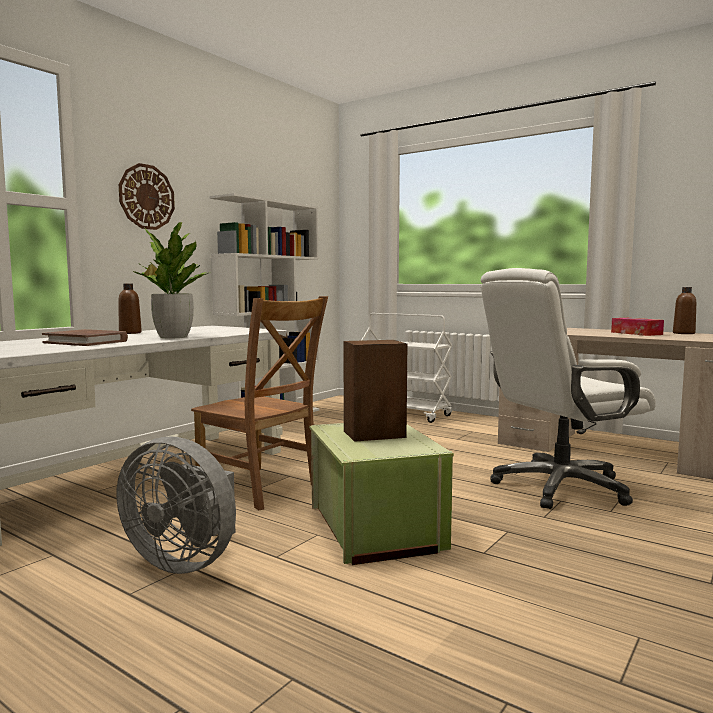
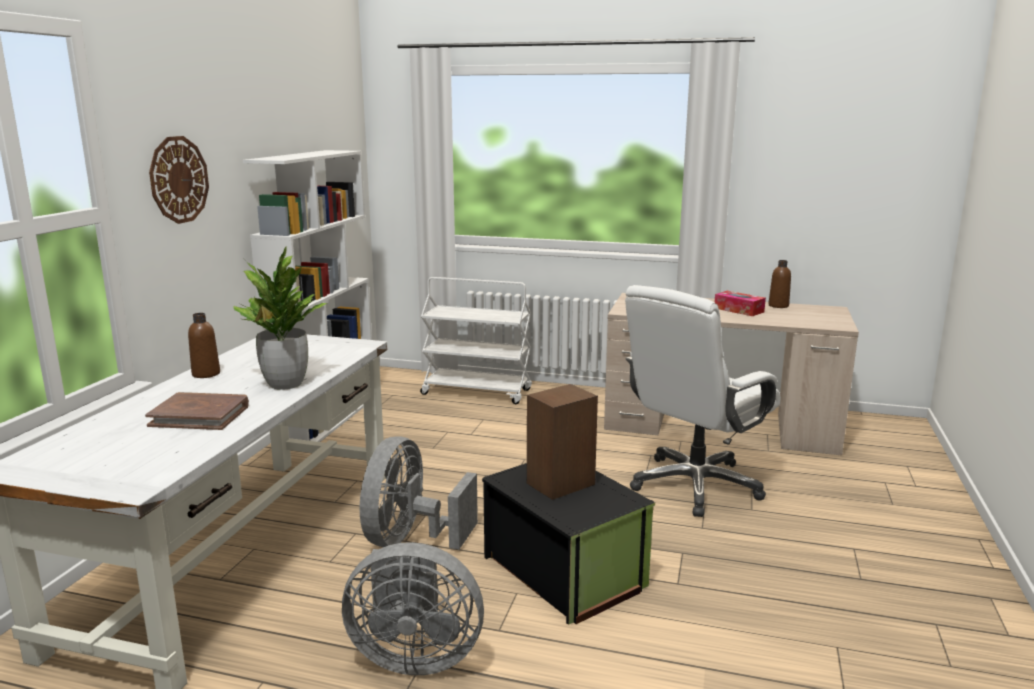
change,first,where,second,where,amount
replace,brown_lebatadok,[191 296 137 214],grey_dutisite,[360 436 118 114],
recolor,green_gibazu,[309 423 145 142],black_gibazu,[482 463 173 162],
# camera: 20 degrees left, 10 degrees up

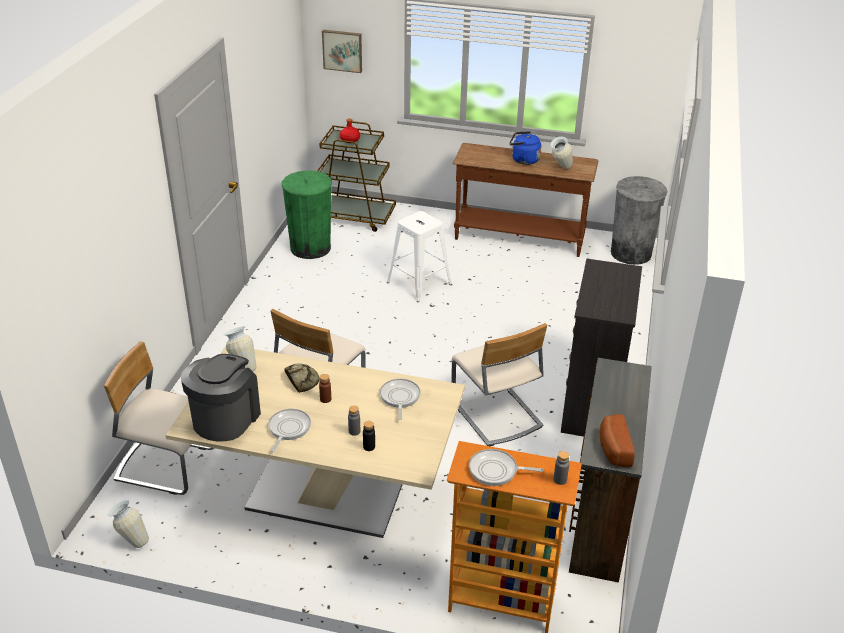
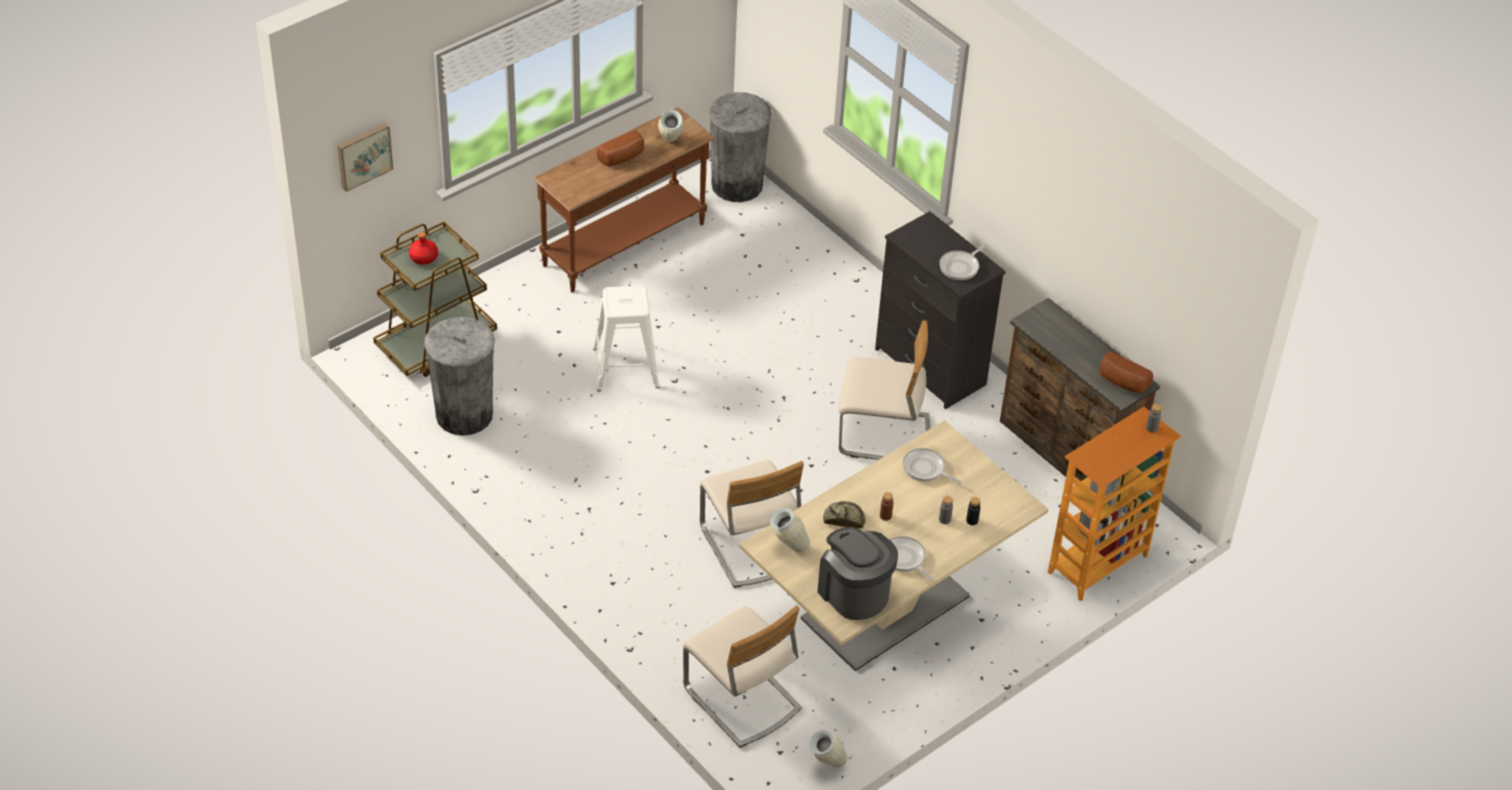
change,first,where,second,where,amount
move,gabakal,[469 449 75 37],,[939 243 49 37],
replace,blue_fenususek,[509 131 32 34],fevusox,[597 130 47 36],
recolor,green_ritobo,[282 170 50 89],grey_ritobo,[424 317 71 119],
rotate,beige_lebatadok,[104 341 110 154],,[683 605 119 143],90 degrees counterclockwise
# camera: 55 degrees left, 10 degrees up

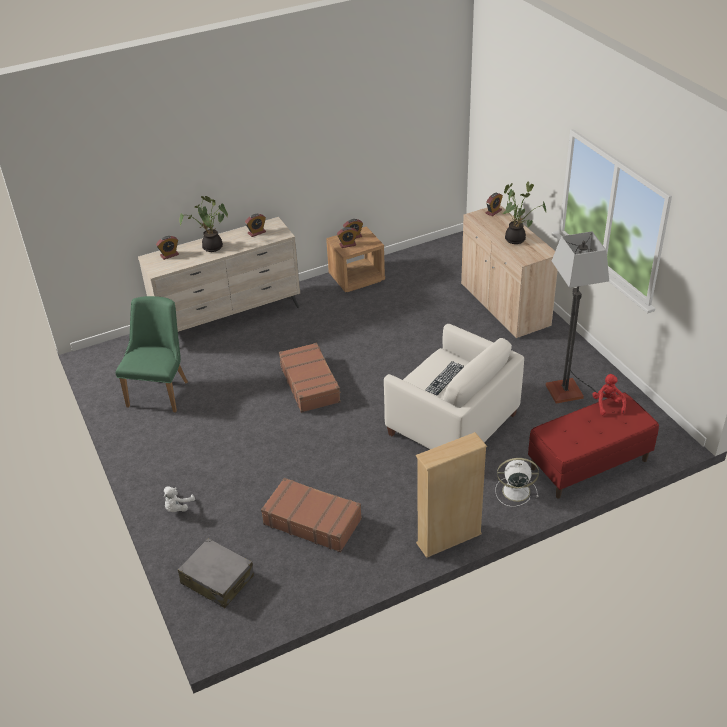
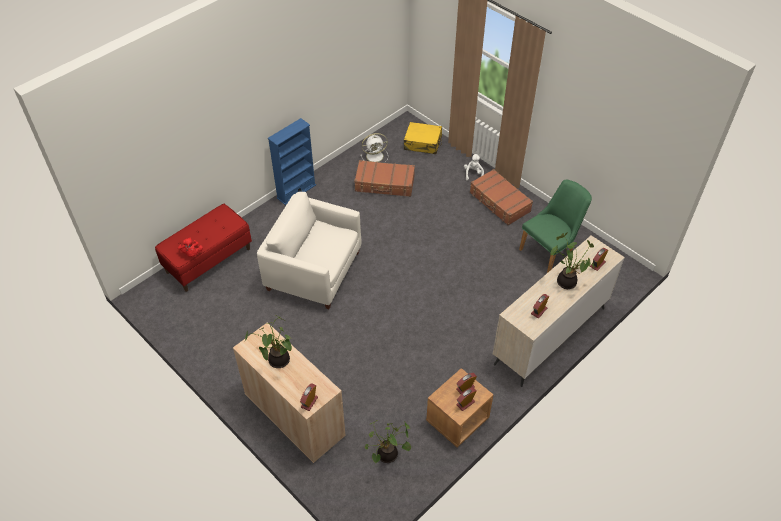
change,first,where,second,where,amount
delete,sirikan,[425 361 39 34],,,
delete,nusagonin,[546 231 63 173],,,
insert,,,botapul,[365 420 46 44],
move,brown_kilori,[279 343 62 70],,[470 169 63 56],
move,white_dutisite,[495 458 44 49],,[361 133 27 30],
recolor,grey_kilori,[178 538 76 70],yellow_kilori,[404 122 38 32],
recolor,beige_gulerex,[416 432 71 126],blue_gulerex,[268 118 48 87],
rotate,green_lebatadok,[115 296 73 116],,[519 180 73 93],120 degrees counterclockwise
# camera: 160 degrees right, 10 degrees up

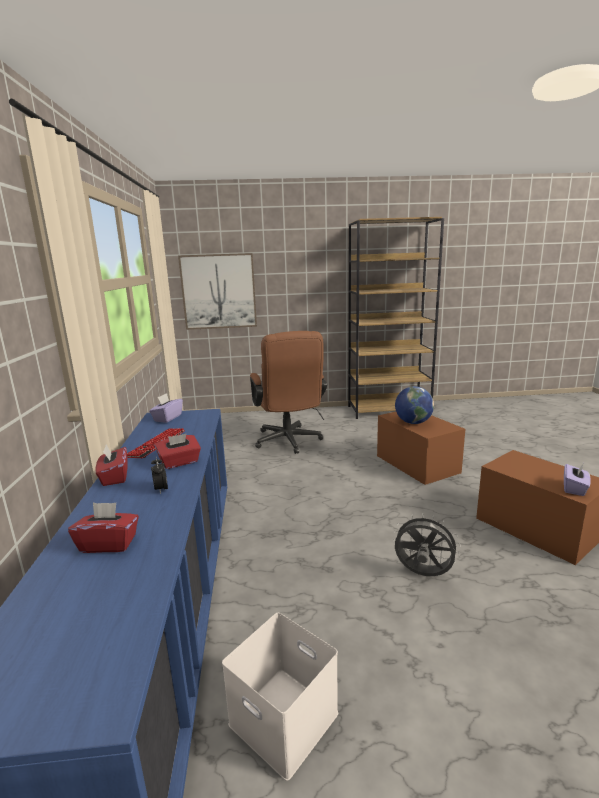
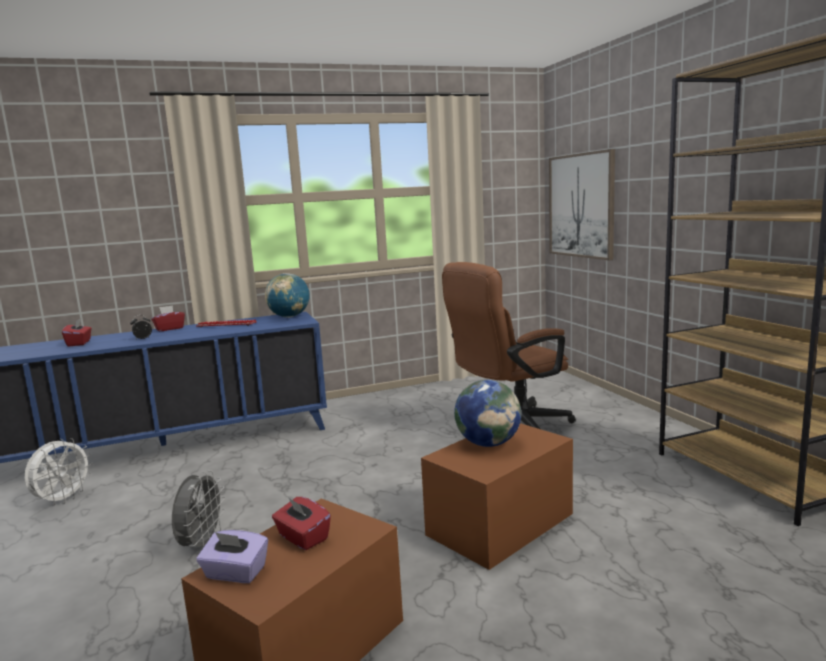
change,first,where,second,where,amount
move,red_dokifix,[155 434 46 35],,[272 497 59 53],
replace,purple_dokifix,[149 393 34 30],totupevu,[265 273 45 45],
replace,white_gibazu,[222 613 116 168],white_dutisite,[25 438 68 68],
# camera: 75 degrees right, 5 degrees down

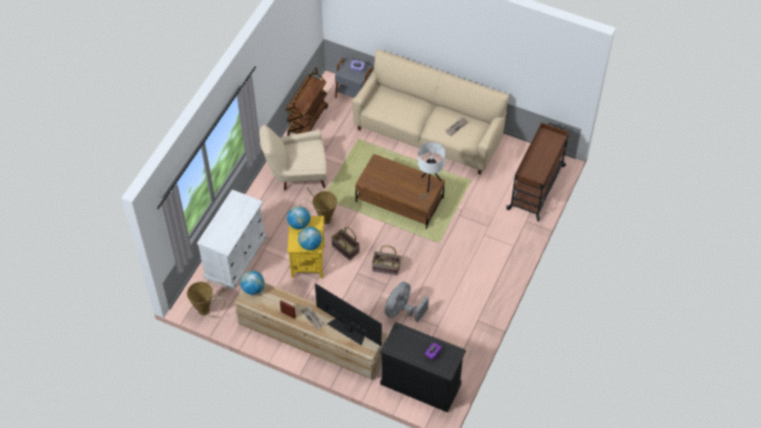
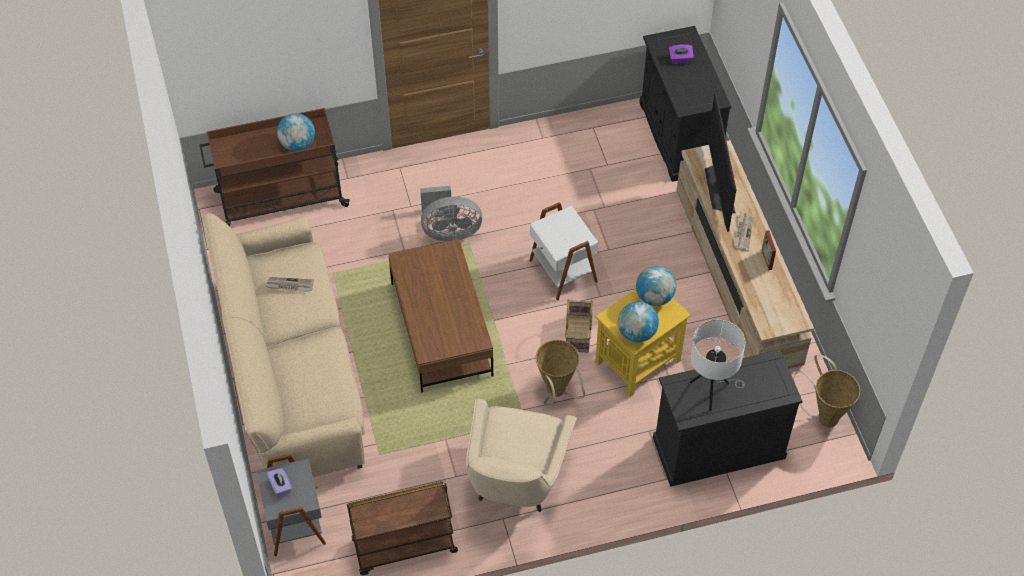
change,first,where,second,where,amount
move,totupevu,[240 271 24 24],,[277 113 38 38],
move,grey_dutisite,[385 282 44 40],,[420 186 62 55],
move,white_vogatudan,[418 142 27 56],,[690 319 55 92],
replace,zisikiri,[372 245 29 30],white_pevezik,[529 202 69 99],
recolor,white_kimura,[197 189 69 101],black_kimura,[653 350 149 137],
rotate,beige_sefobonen,[259 125 68 65],,[466 399 111 113],60 degrees clockwise
# camera: 130 degrees left, 0 degrees up

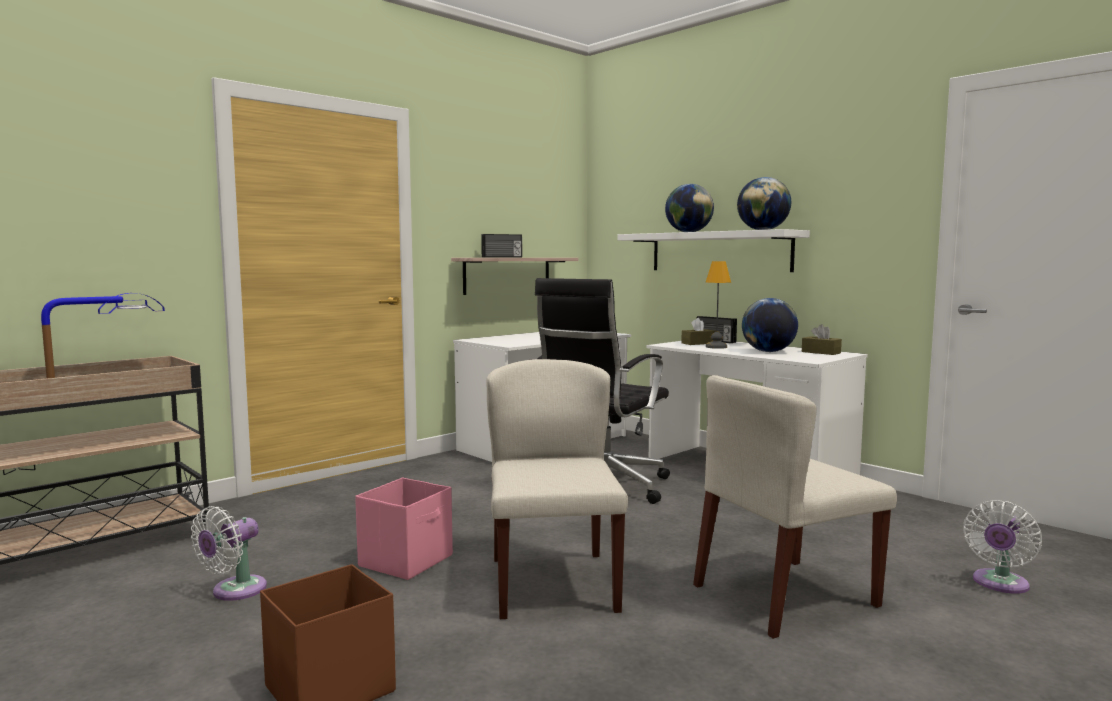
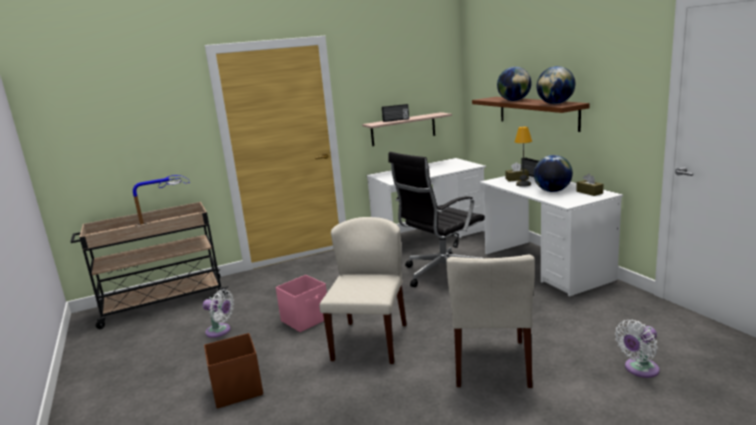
change,first,where,second,where,amount
recolor,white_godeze,[617 229 193 43],brown_godeze,[472 97 118 35],
rotate,white_dutisite,[191 506 76 95],,[203 289 31 49],120 degrees counterclockwise
rotate,beige_lebatadok,[693 375 204 264],,[446 255 89 133],75 degrees counterclockwise
# camera: 20 degrees right, 10 degrees up

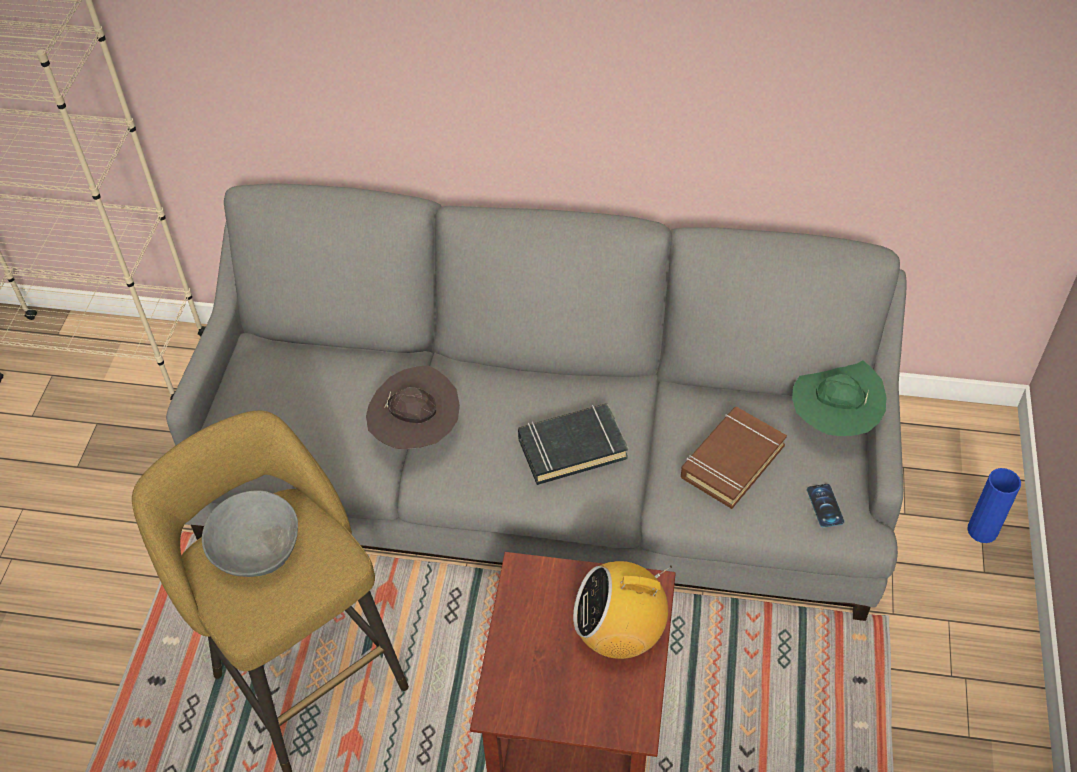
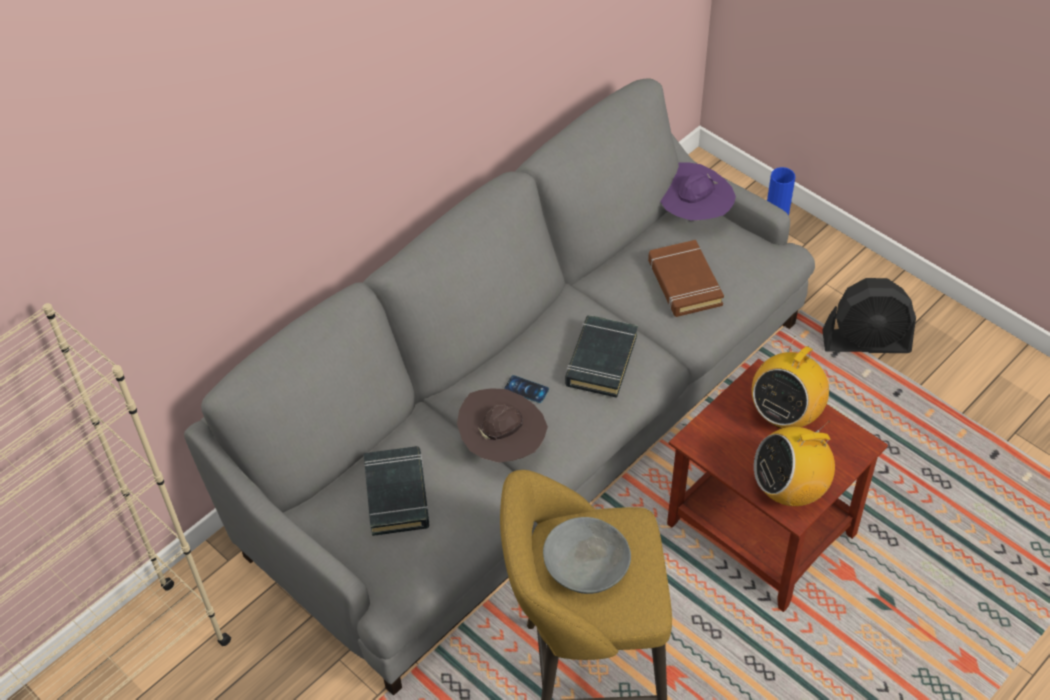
change,first,where,second,where,amount
insert,,,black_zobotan,[364 446 65 90],
insert,,,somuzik,[754 420 81 86],
insert,,,black_dutisite,[822 278 94 75],
move,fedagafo,[807 484 37 44],,[504 375 45 28],
recolor,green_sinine,[792 360 94 76],purple_sinine,[660 162 76 58],
# camera: 55 degrees left, 0 degrees up

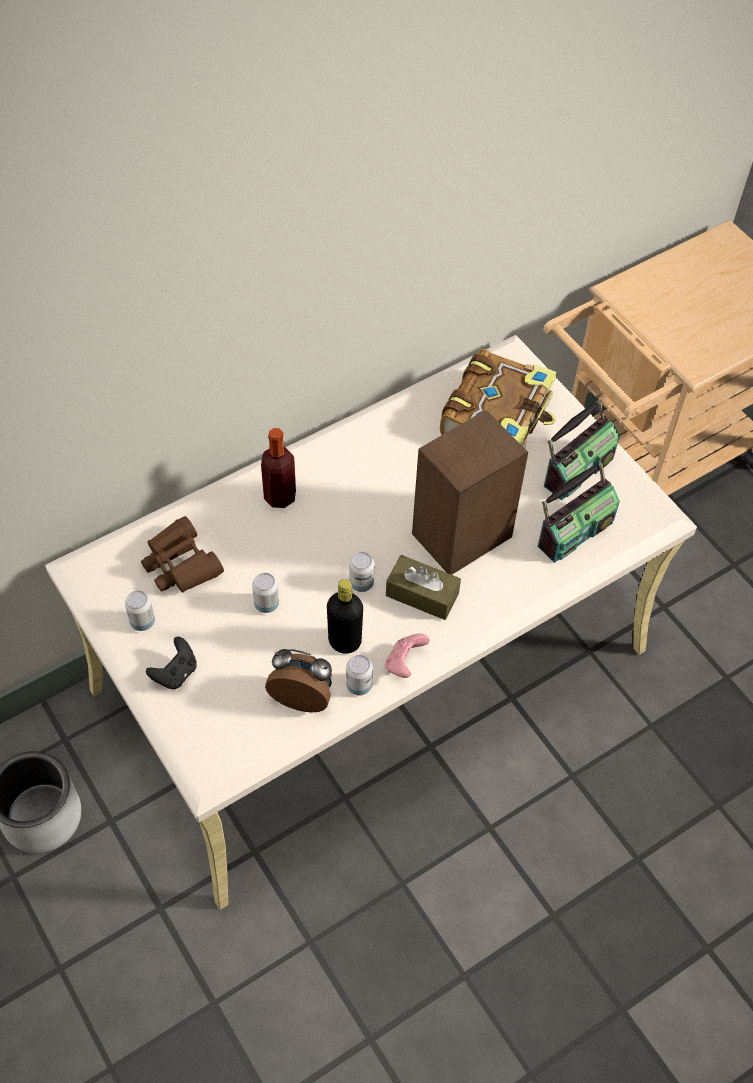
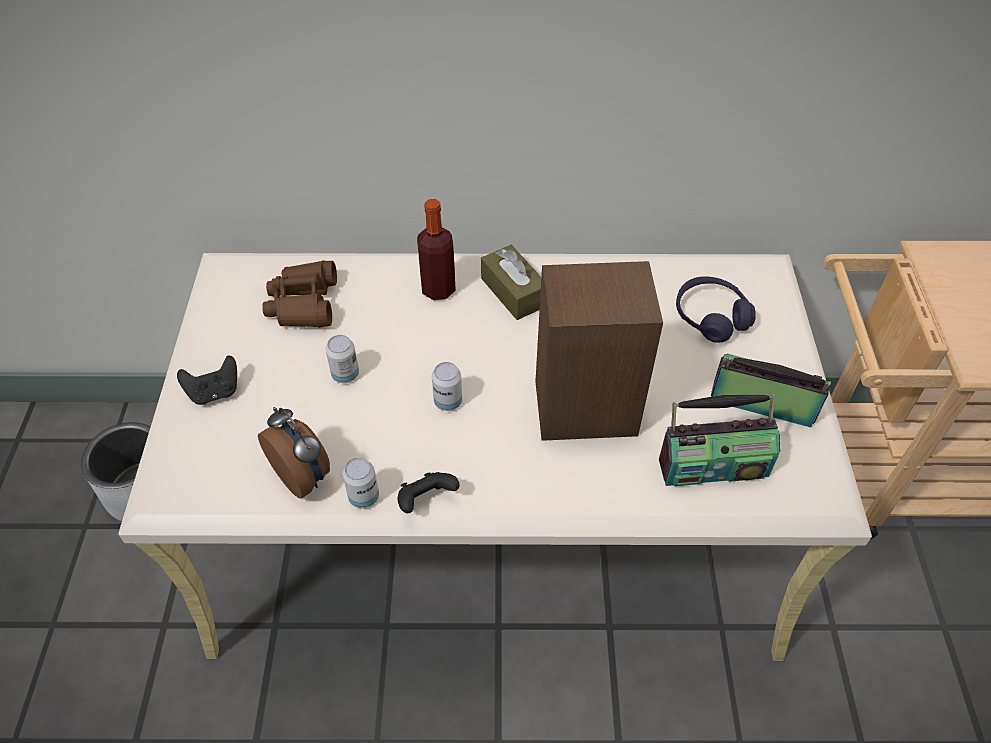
change,first,where,second,where,amount
delete,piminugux,[125 591 30 40],,,
delete,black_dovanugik,[327 579 36 75],,,
move,brown_dokifix,[386 555 75 65],,[481 245 60 75],
replace,zobotan,[440 349 117 99],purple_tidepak,[676 276 80 67],
recolor,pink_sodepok,[385 634 45 44],black_sodepok,[398 472 62 41],
rotate,somuzik,[544 400 76 101],,[711 354 120 73],150 degrees counterclockwise
# camera: 35 degrees right, 5 degrees down

